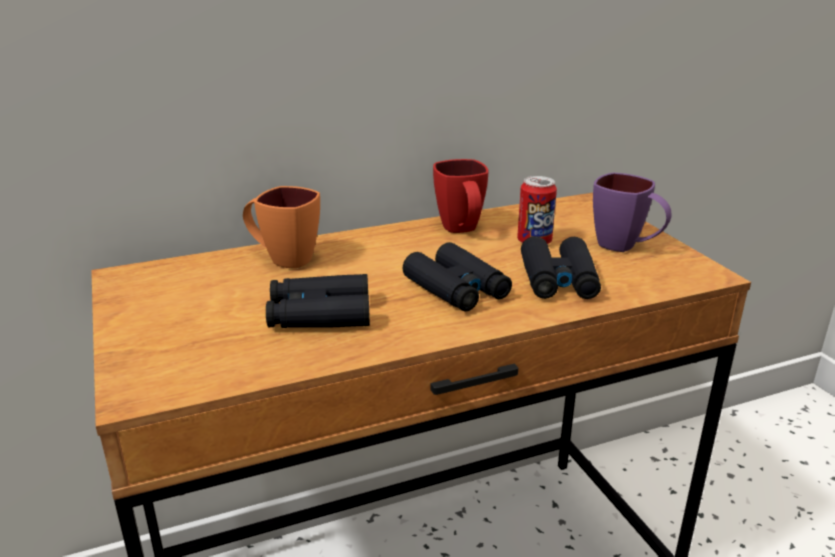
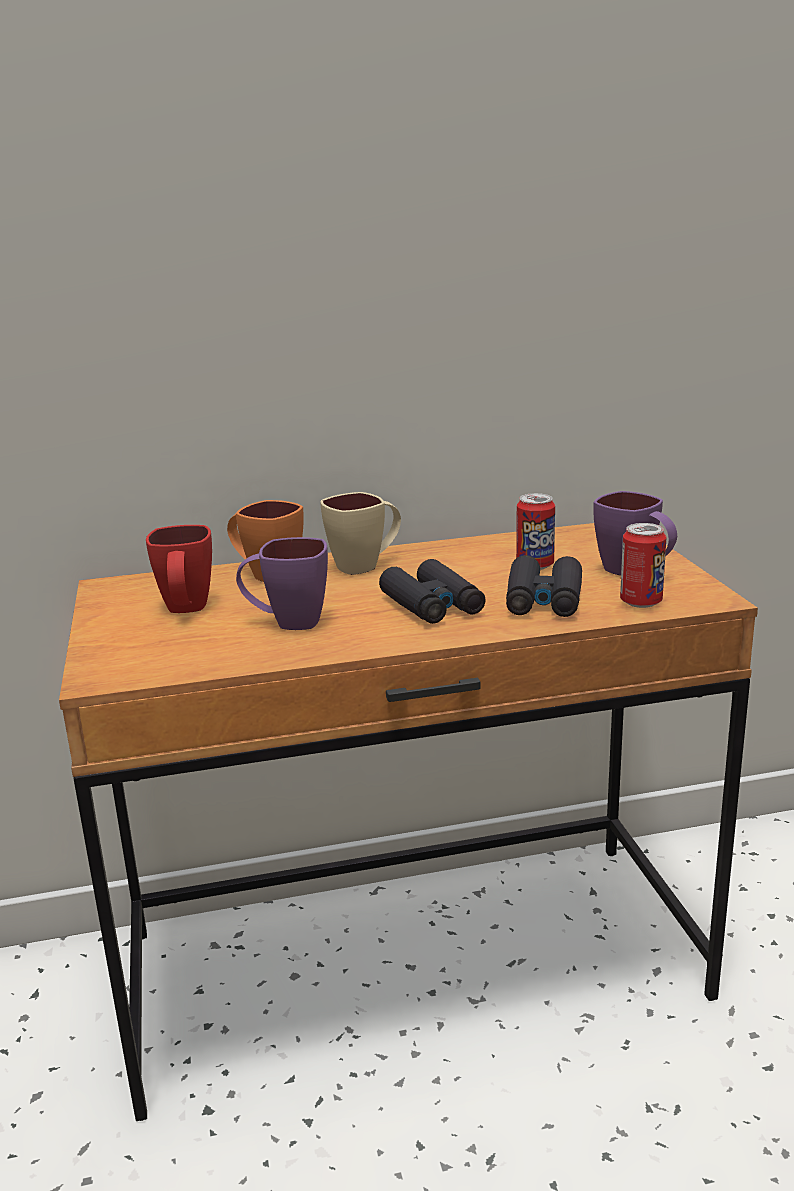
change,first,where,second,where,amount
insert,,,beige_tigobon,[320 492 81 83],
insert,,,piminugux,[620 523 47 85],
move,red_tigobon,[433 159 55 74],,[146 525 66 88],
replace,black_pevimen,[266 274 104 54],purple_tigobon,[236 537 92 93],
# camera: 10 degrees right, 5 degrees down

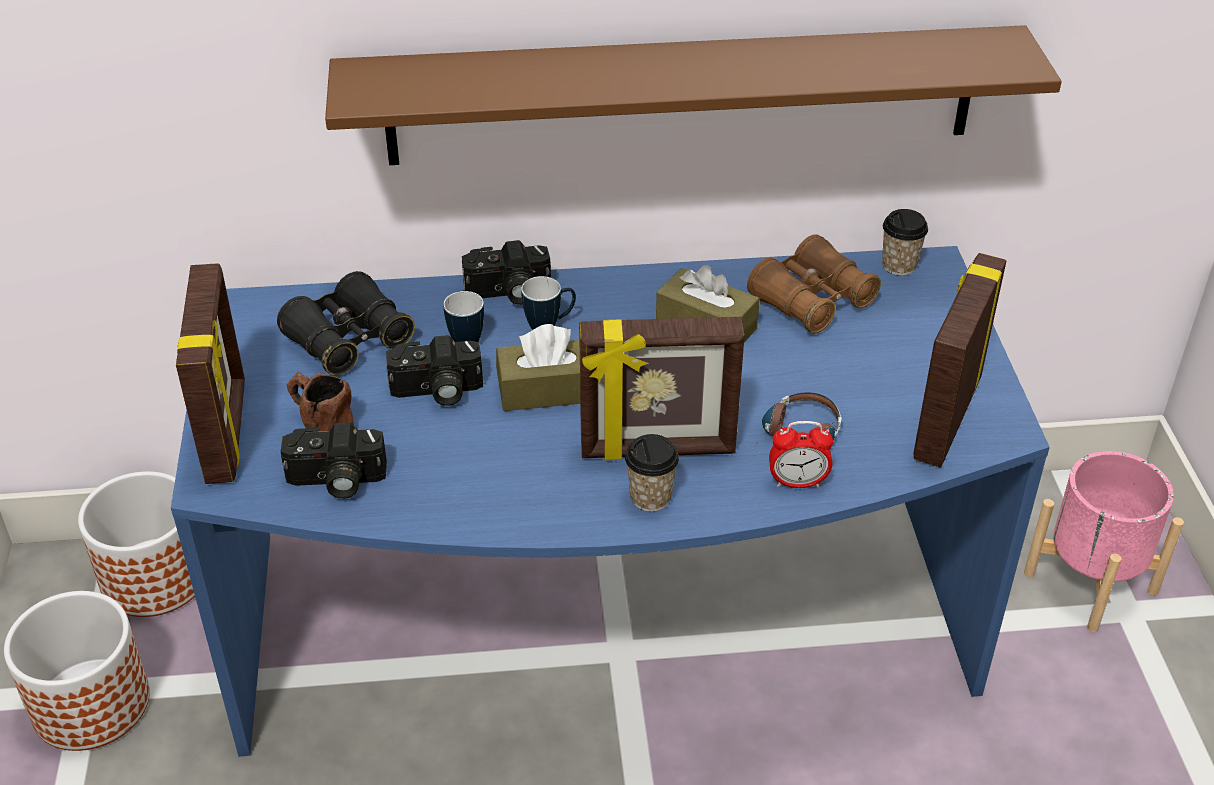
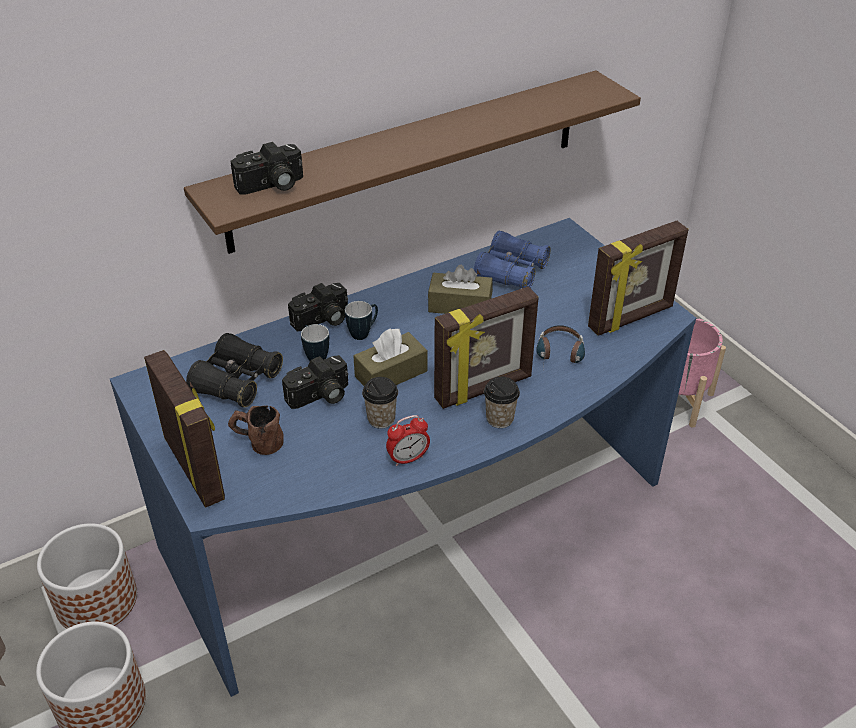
change,first,where,second,where,amount
move,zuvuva,[280 423 107 76],,[230 142 73 52],
move,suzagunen,[769 421 64 67],,[386 415 44 51],
move,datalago,[882 209 46 67],,[362 377 36 52],
recolor,brown_pevimen,[747 234 134 100],blue_pevimen,[474 231 77 58],
rotate,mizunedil,[914 253 92 215],,[588 221 101 115],120 degrees counterclockwise
# camera: 25 degrees left, 0 degrees up

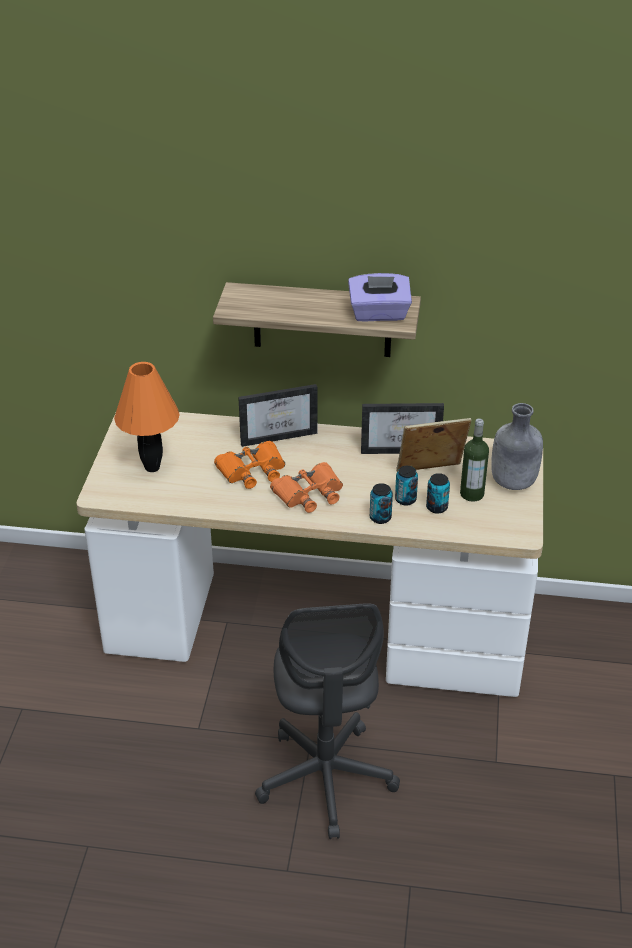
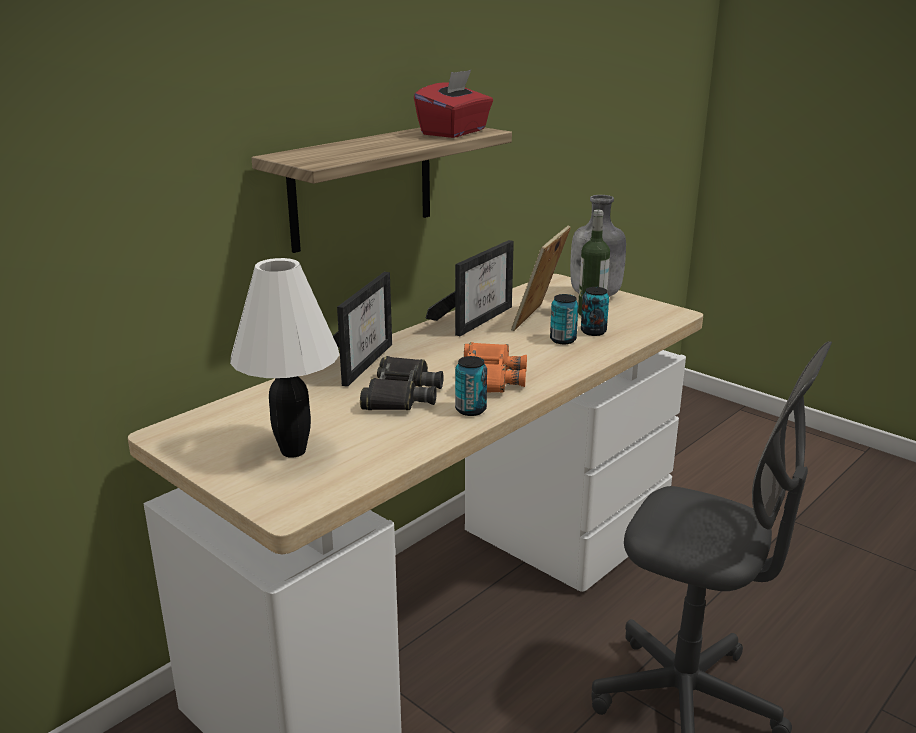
change,first,where,second,where,amount
move,piminugux,[370 483 23 41],,[455 356 32 60],
recolor,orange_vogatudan,[114 362 66 110],white_vogatudan,[230 258 109 200],
recolor,orange_pevimen,[214 441 71 48],black_pevimen,[360 356 83 54],
recolor,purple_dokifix,[348 273 64 49],red_dokifix,[414 69 79 69],
# camera: 55 degrees left, 15 degrees down

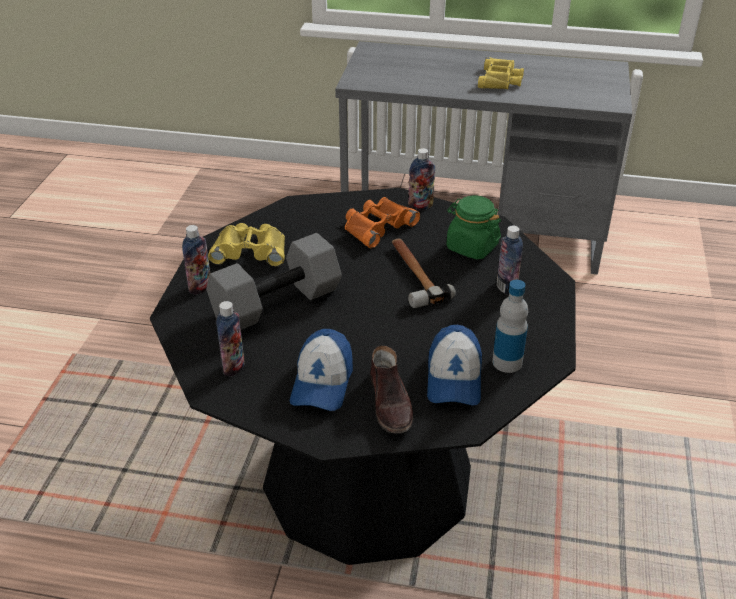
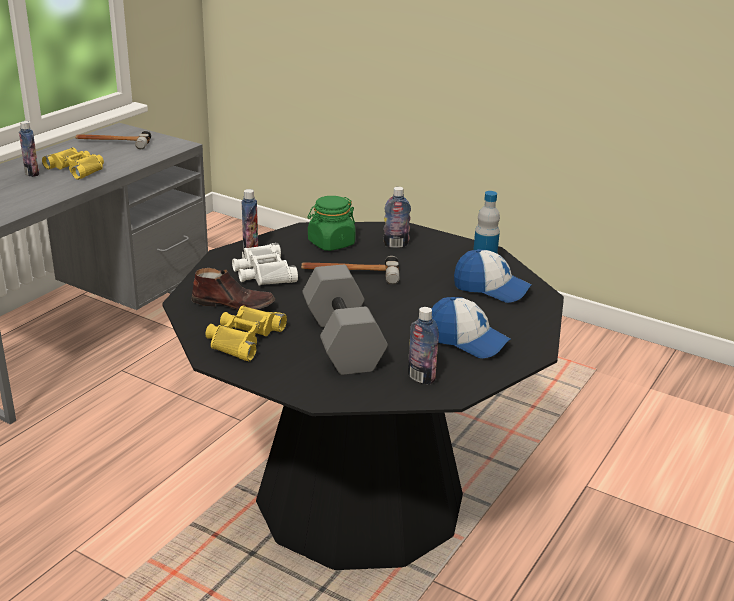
change,first,where,second,where,amount
insert,,,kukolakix,[75 131 76 18],
move,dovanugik,[182 225 28 70],,[19 121 20 56],
move,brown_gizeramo,[370 345 43 88],,[191 268 84 42],
recolor,orange_pevimen,[345 197 75 52],white_pevimen,[232 243 66 43],
# camera: 70 degrees left, 10 degrees down

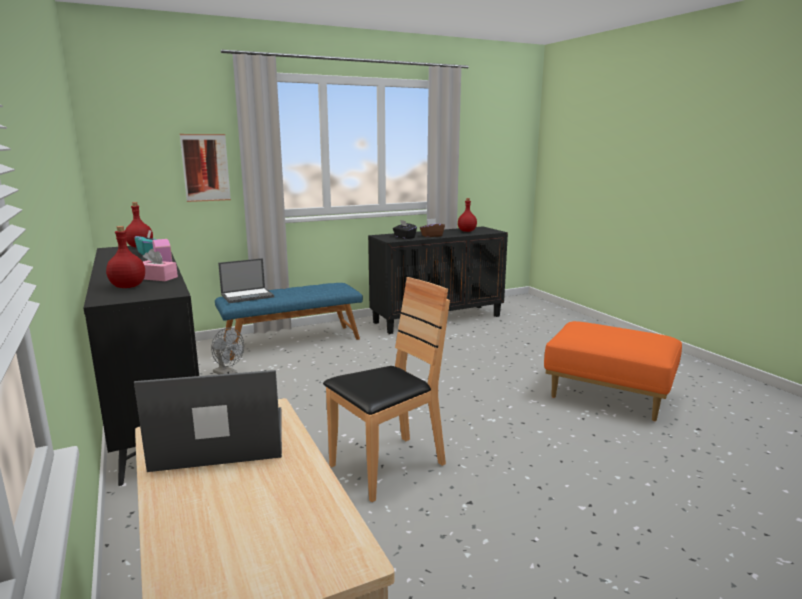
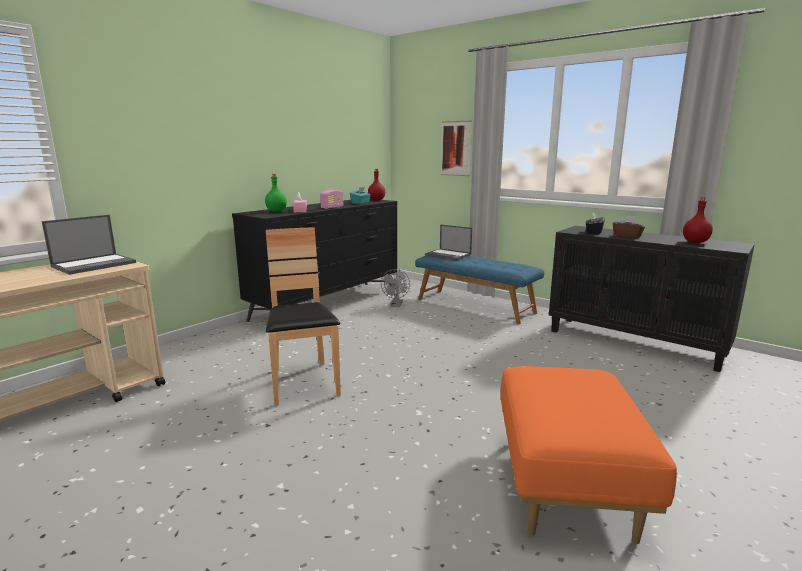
change,first,where,second,where,amount
recolor,red_dovanugik,[106 226 39 62],green_dovanugik,[265 174 22 38],
rotate,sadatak,[134 370 148 102],,[42 215 94 60],75 degrees clockwise
rotate,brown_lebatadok,[323 277 127 225],,[266 227 75 179],135 degrees counterclockwise
# camera: 65 degrees right, 0 degrees up

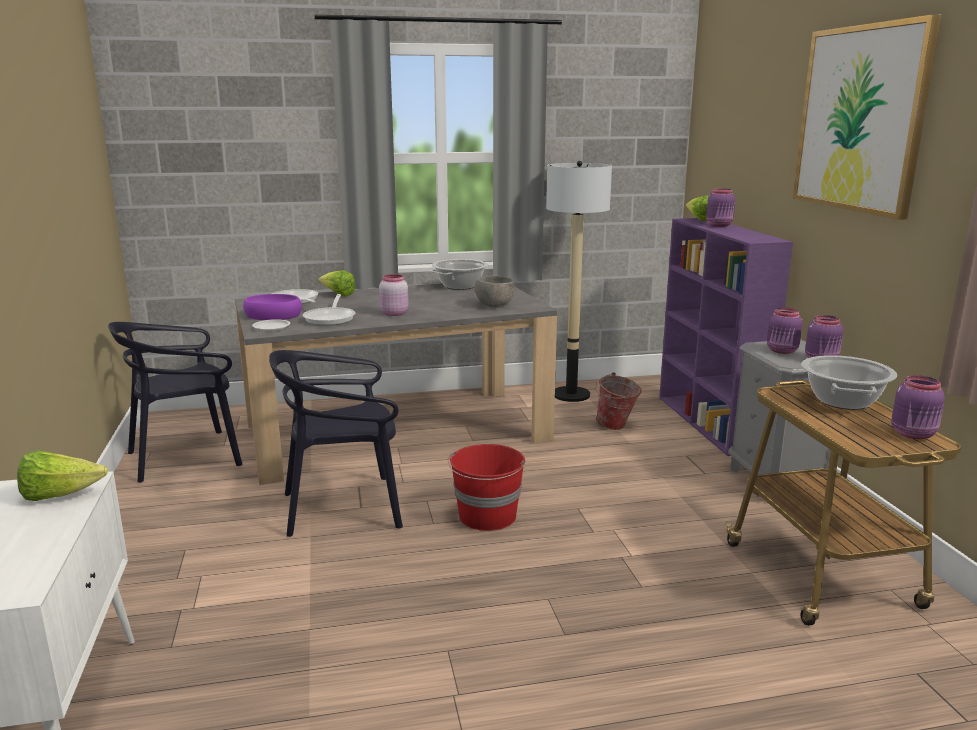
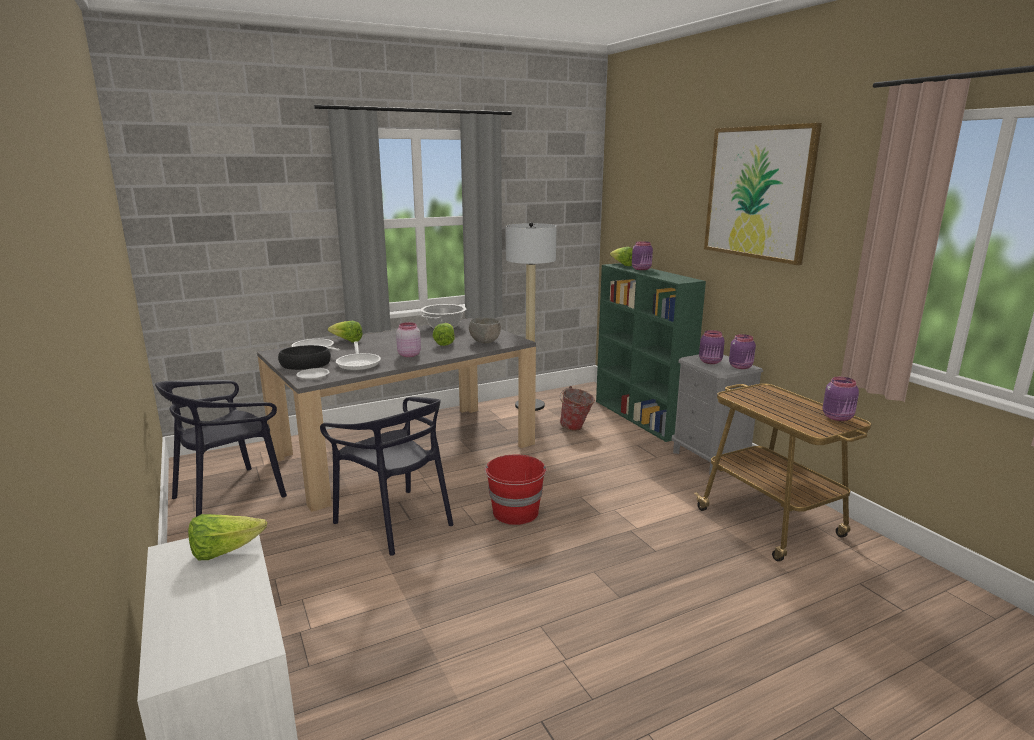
change,first,where,second,where,amount
delete,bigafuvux,[802 355 95 55],,,
insert,,,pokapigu,[432 323 23 23],
recolor,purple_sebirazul,[243 294 59 26],black_sebirazul,[278 345 53 25],
recolor,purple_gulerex,[659 218 134 238],green_gulerex,[596 263 110 179],
rotate,black_lebatadok,[269 350 134 187],,[320 397 133 159],105 degrees counterclockwise
# camera: 15 degrees left, 0 degrees up

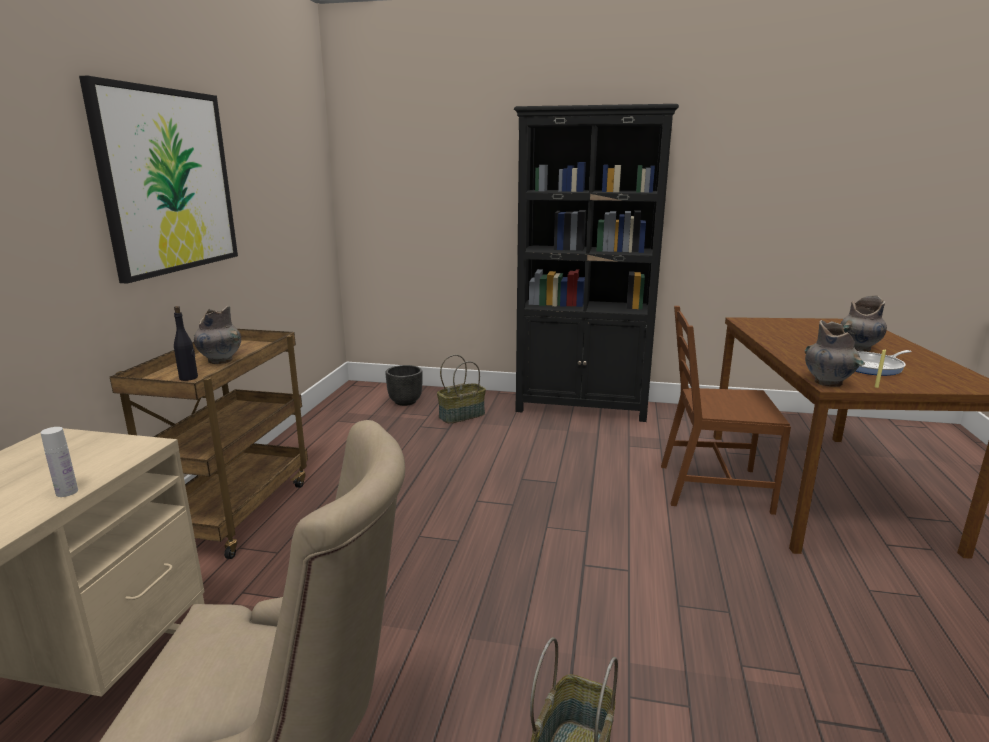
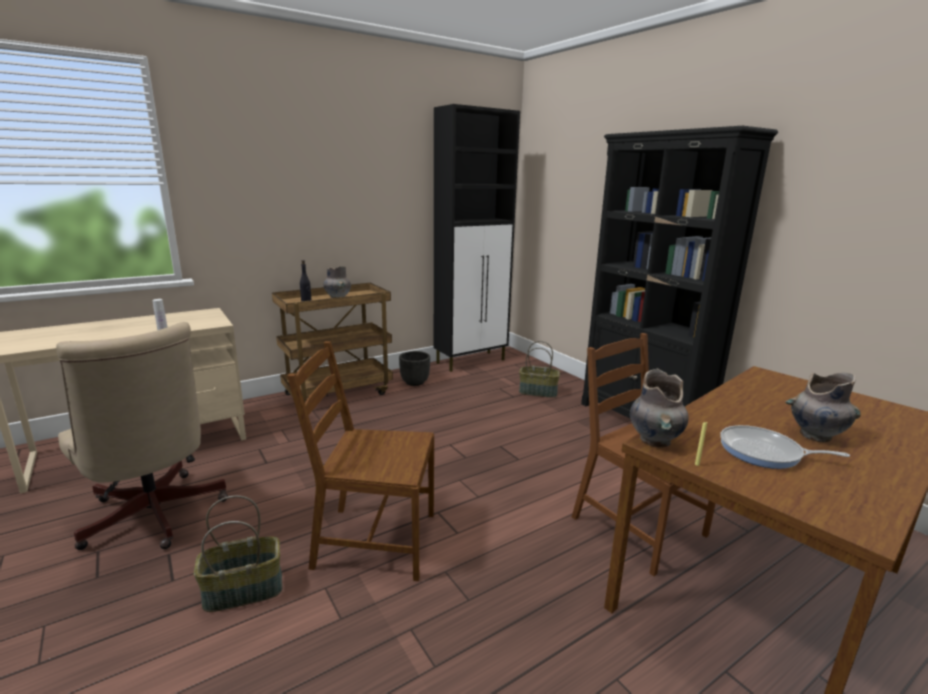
change,first,where,second,where,amount
delete,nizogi,[79 76 159 208],,,
insert,,,brown_lebatadok,[287 341 147 240],
insert,,,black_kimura,[434 104 86 268],
move,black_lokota,[385 365 37 41],,[399 351 31 35],
# camera: 45 degrees right, 0 degrees up

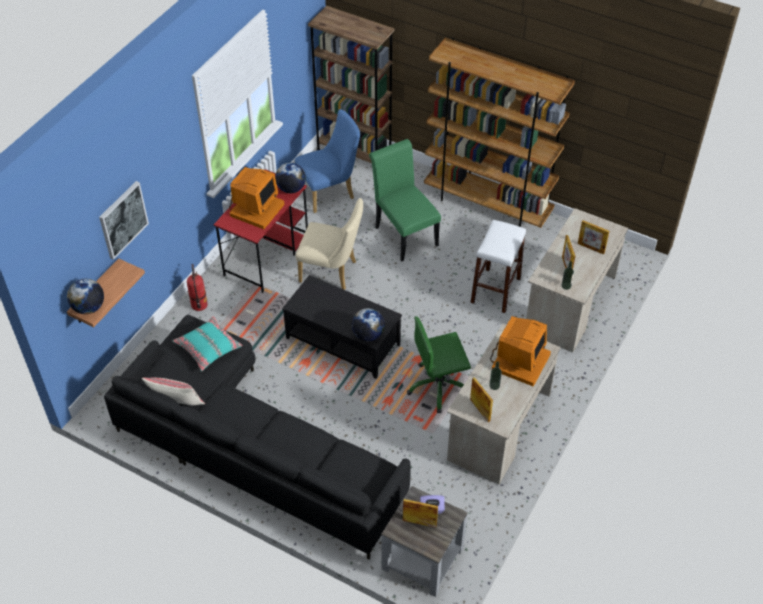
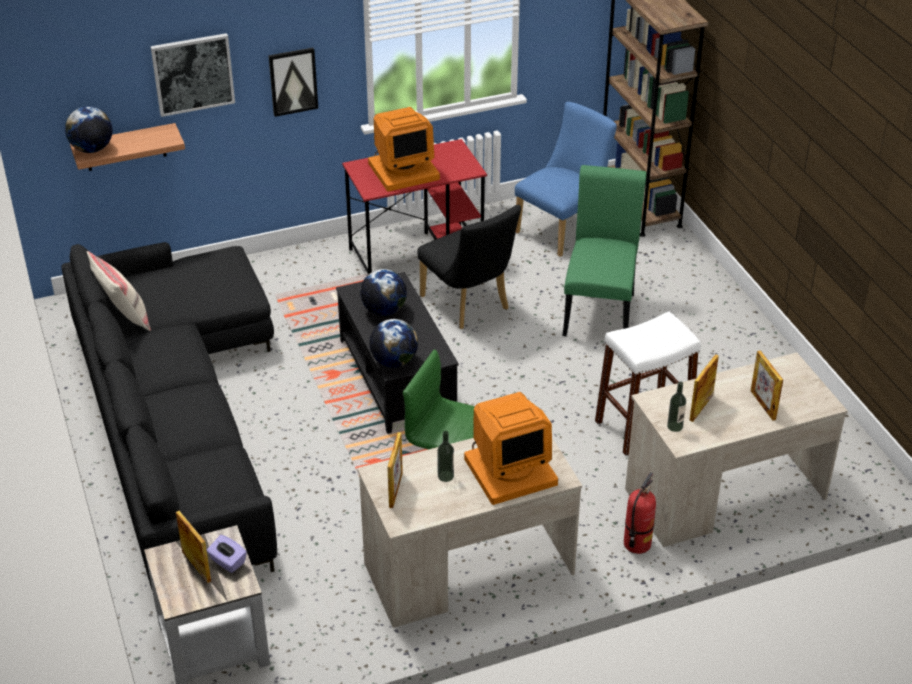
change,first,where,second,where,amount
delete,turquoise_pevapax,[172 316 71 56],,,
delete,brown_gulerex,[424 38 151 190],,,
insert,,,nizogi,[269 48 49 69],
move,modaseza,[187 264 20 47],,[624 472 32 82],
move,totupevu,[275 163 31 30],,[360 269 47 47],
recolor,beige_lebatadok,[295 198 68 92],black_lebatadok,[417 205 104 124],
rotate,blue_lebatadok,[295 109 65 104],,[515 102 102 155],60 degrees counterclockwise
# camera: 40 degrees right, 10 degrees down

